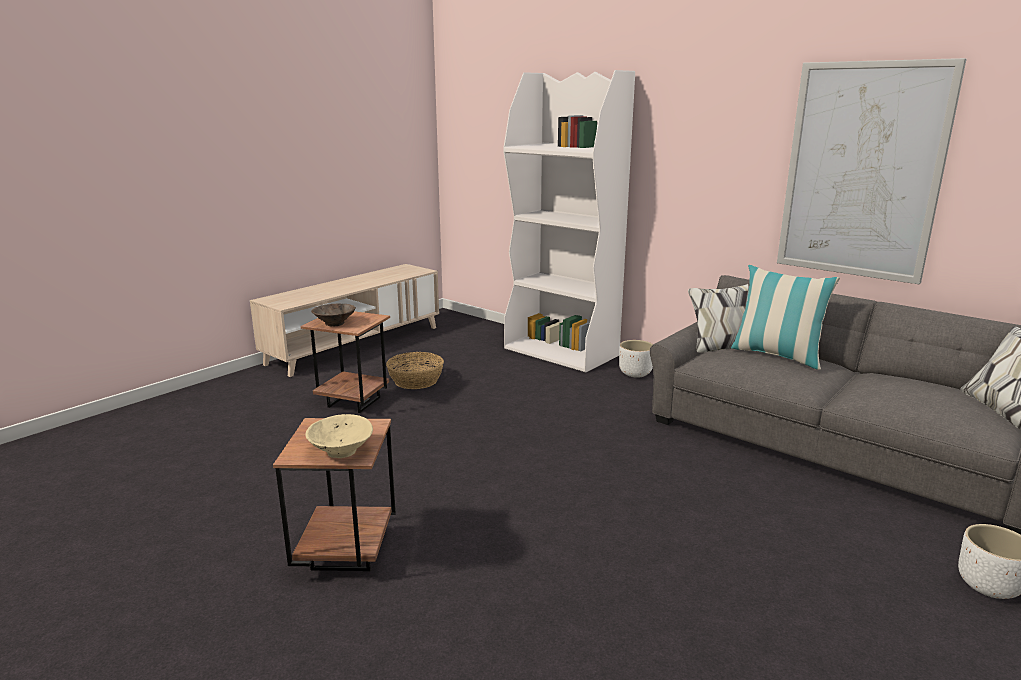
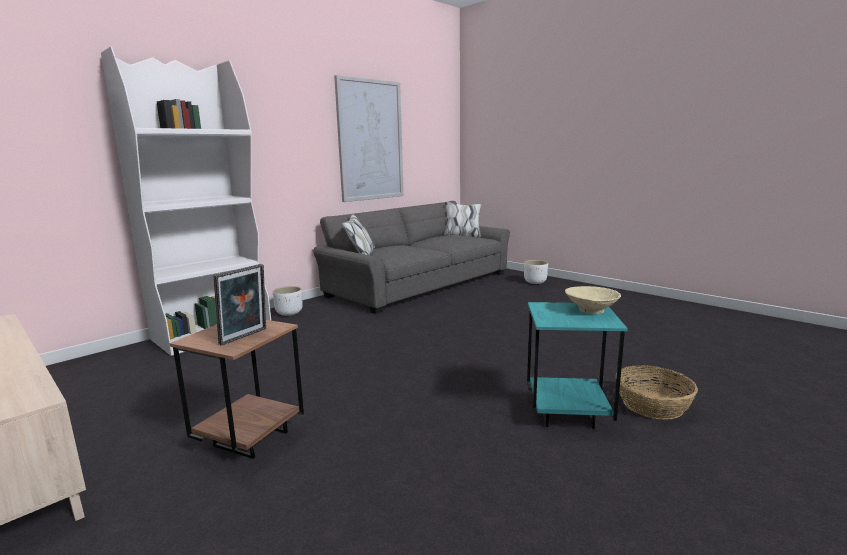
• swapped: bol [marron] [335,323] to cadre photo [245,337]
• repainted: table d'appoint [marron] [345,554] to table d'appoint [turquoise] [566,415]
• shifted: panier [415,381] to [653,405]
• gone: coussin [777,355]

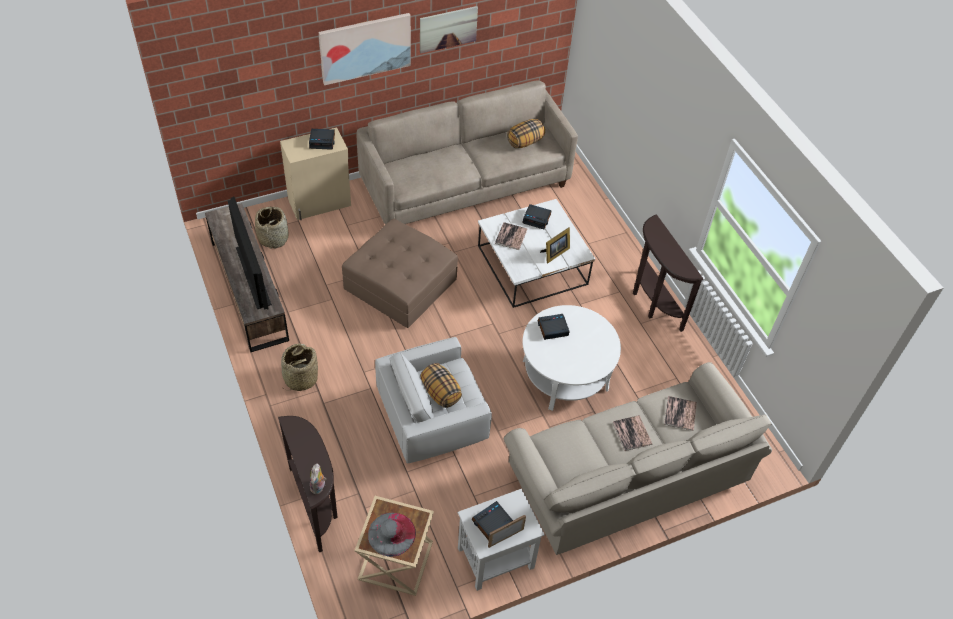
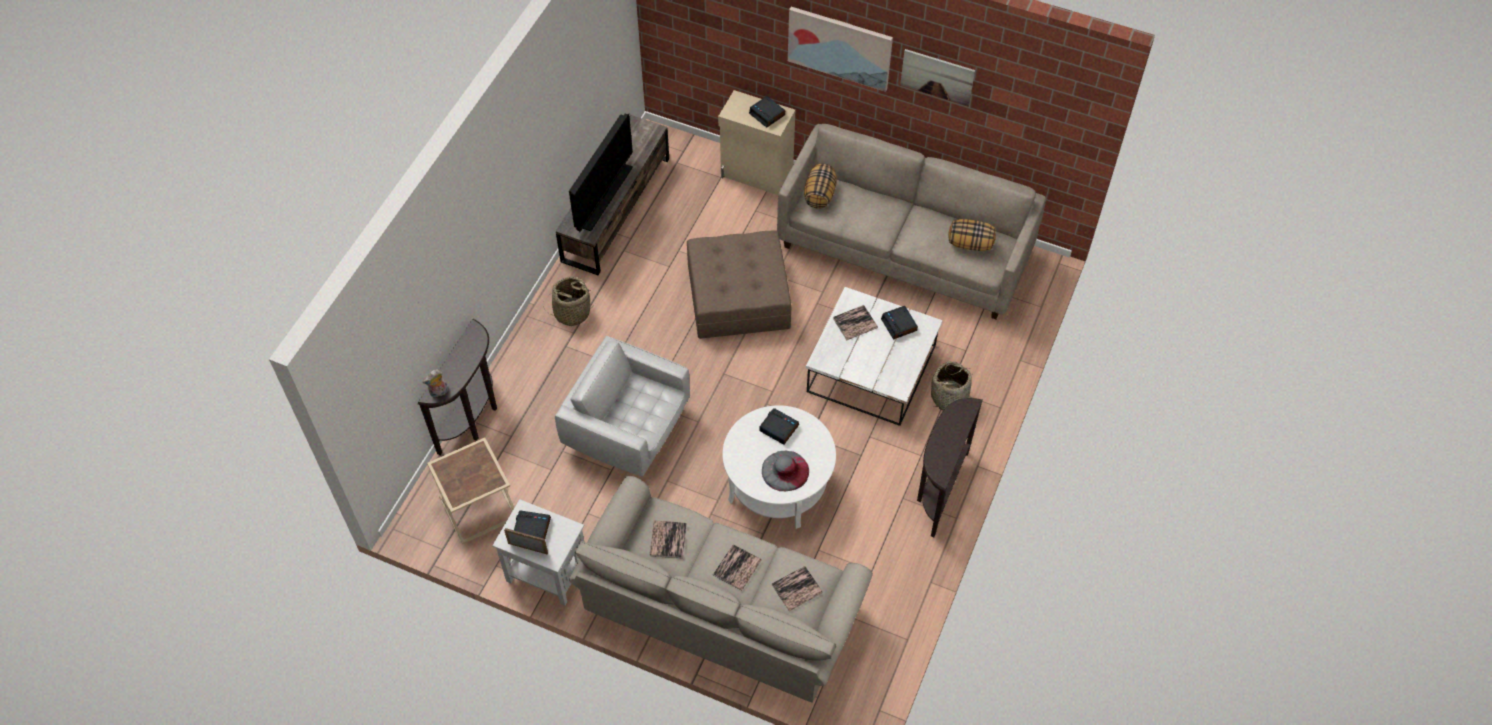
• new: livre [668,540]
• shifted: chapeau [gris] [391,534] to [785,471]
• shifted: coussin [440,393] to [819,195]
• shifted: panier [273,238] to [949,397]
• gone: cadre photo [554,253]

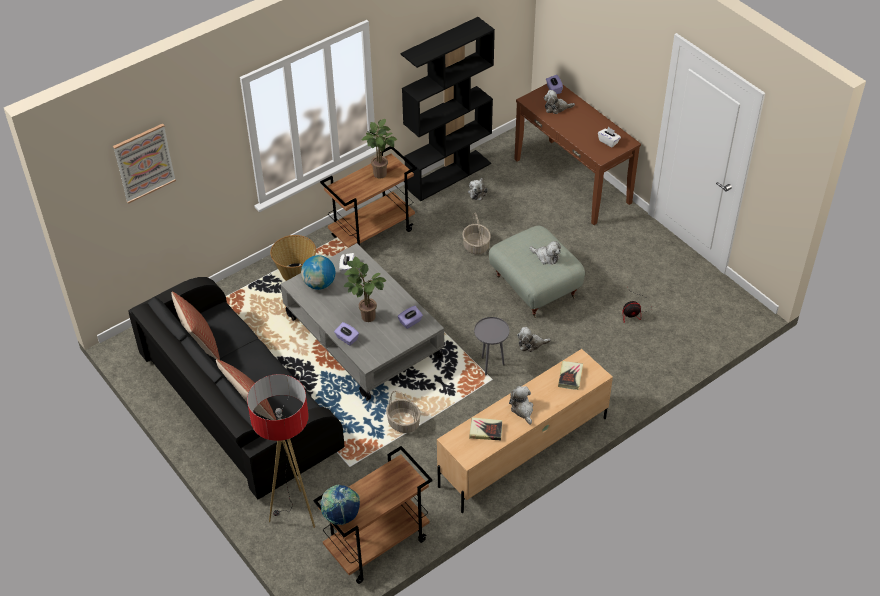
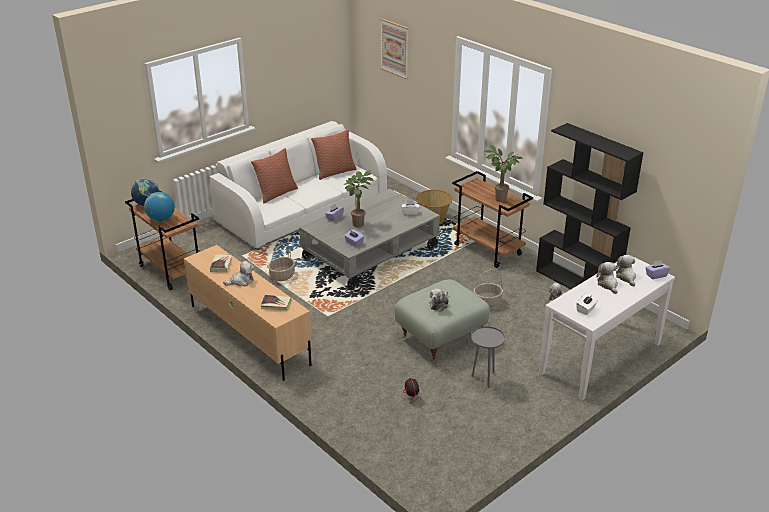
• shifted: globe [319,284] to [161,219]
• repainted: canapé [noir] [237,403] to canapé [blanc] [302,209]
• shifted: table d'appoint [gris] [490,366] to [484,378]
• repainted: table console [marron] [572,180] to table console [blanc] [601,358]
• shifted: peluche [531,344] to [608,284]
• gone: lampadaire [294,513]

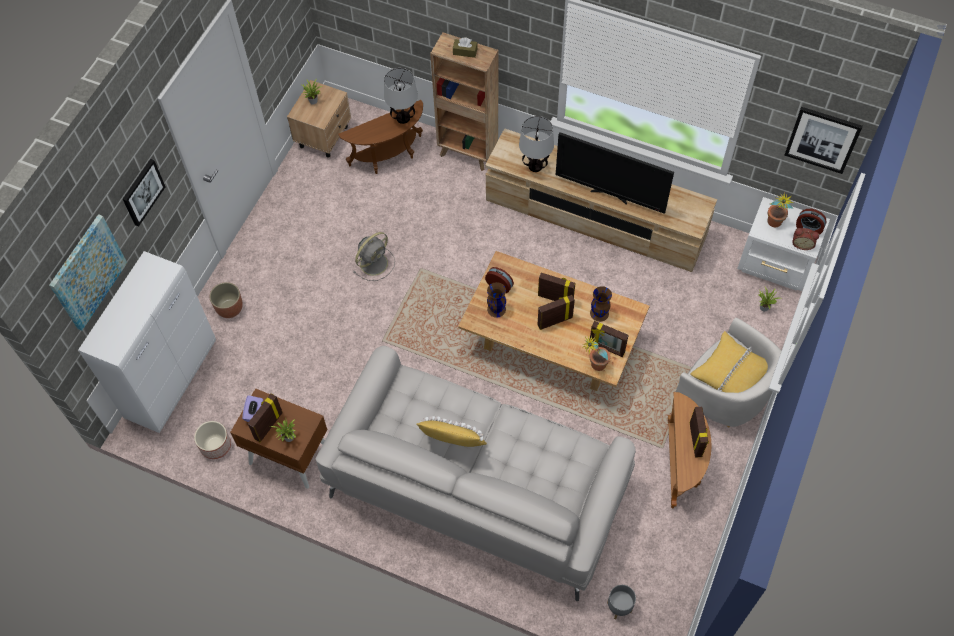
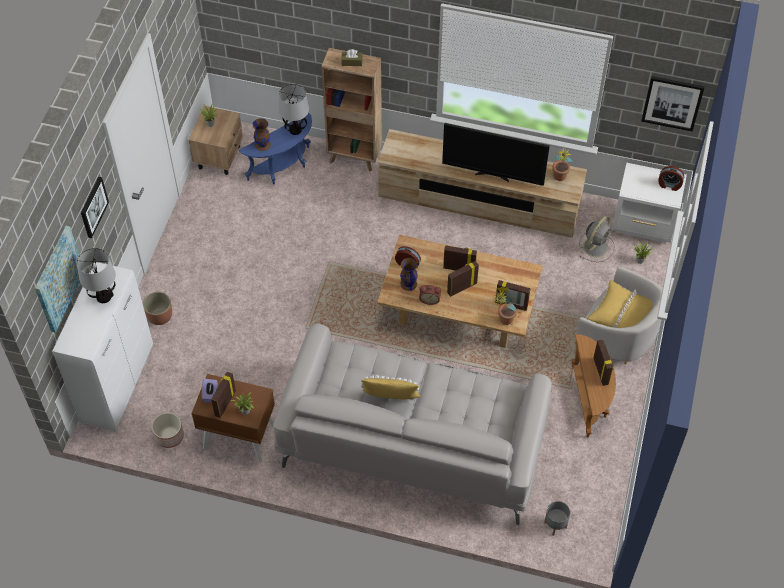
• shifted: lampe de table [535,166] to [103,297]
• repainted: table d'appoint [marron] [389,157] to table d'appoint [bleu] [283,168]
• shifted: vase [marron] [599,313] to [263,144]
• shifted: réveil [802,244] to [429,299]
• shifted: plante en pot [773,225] to [559,179]
• shifted: ventilateur [gris] [375,263] to [596,246]

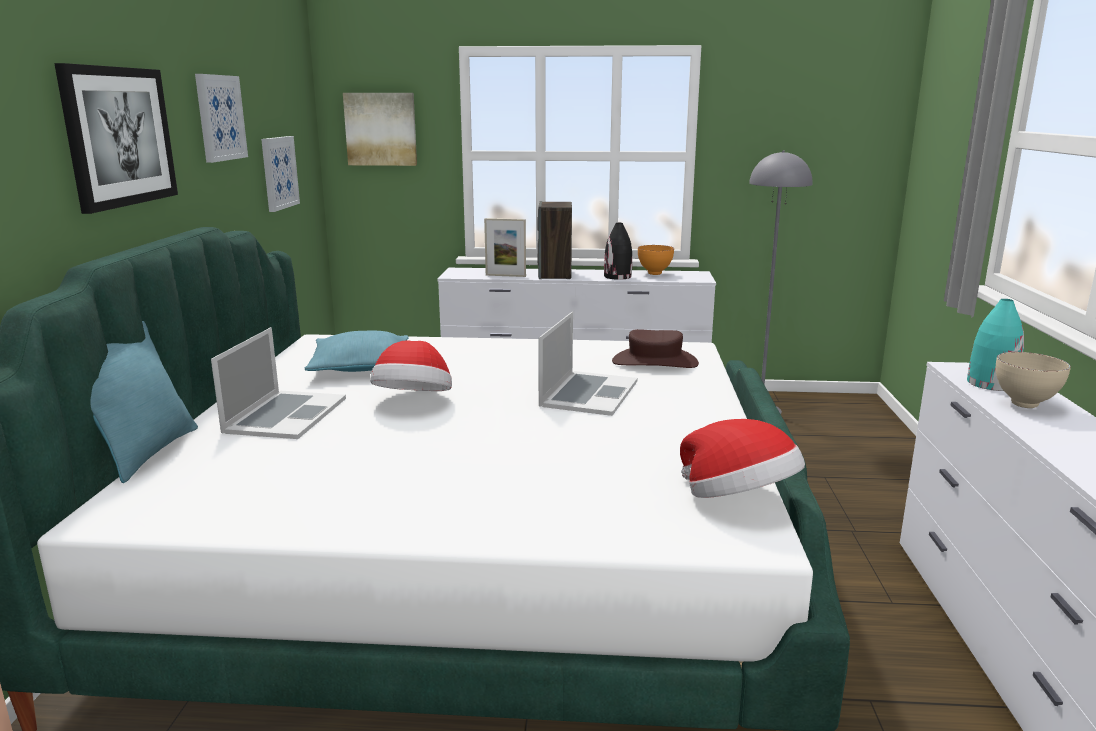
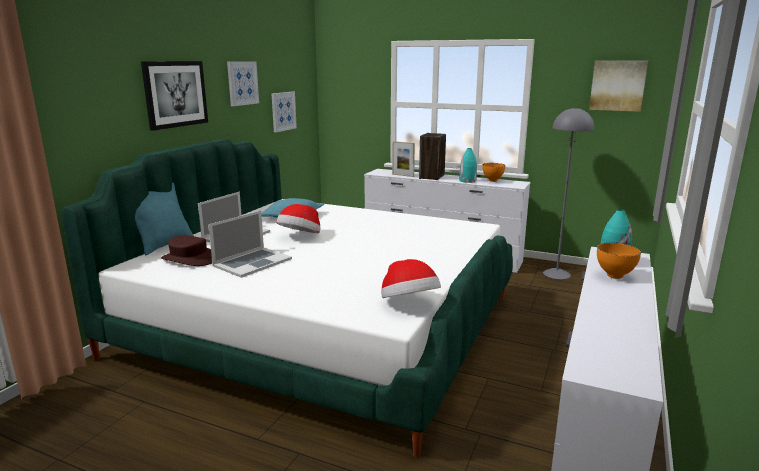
• shifted: chapeau [marron] [654,362] to [189,259]
• shifted: ordinateur portable [588,393] to [252,262]
• repainted: vase [noir] [617,276] to vase [turquoise] [467,180]
• shifted: tableau [381,129] to [617,85]
• repainted: bol [beige] [1026,405] to bol [orange] [615,276]

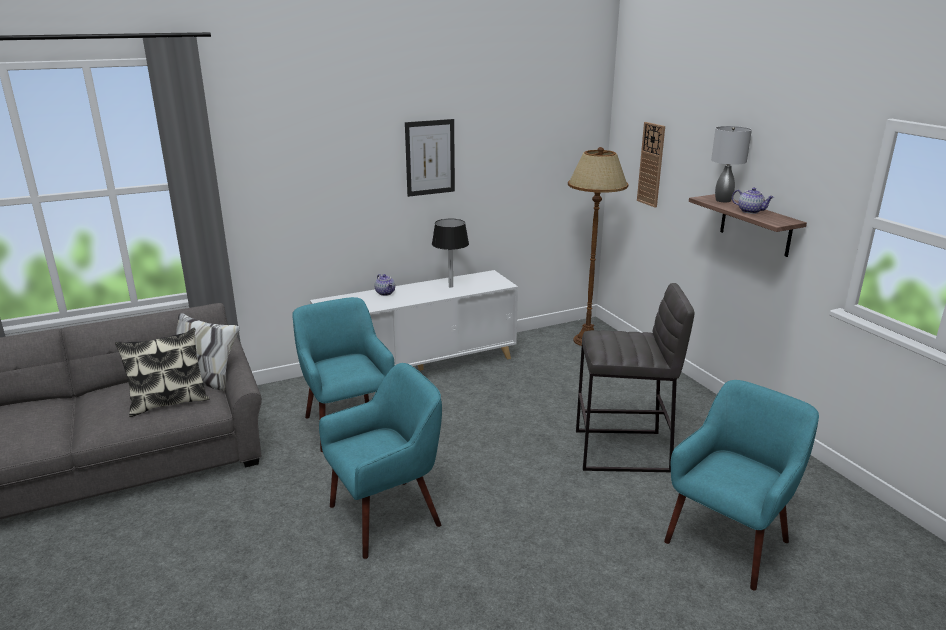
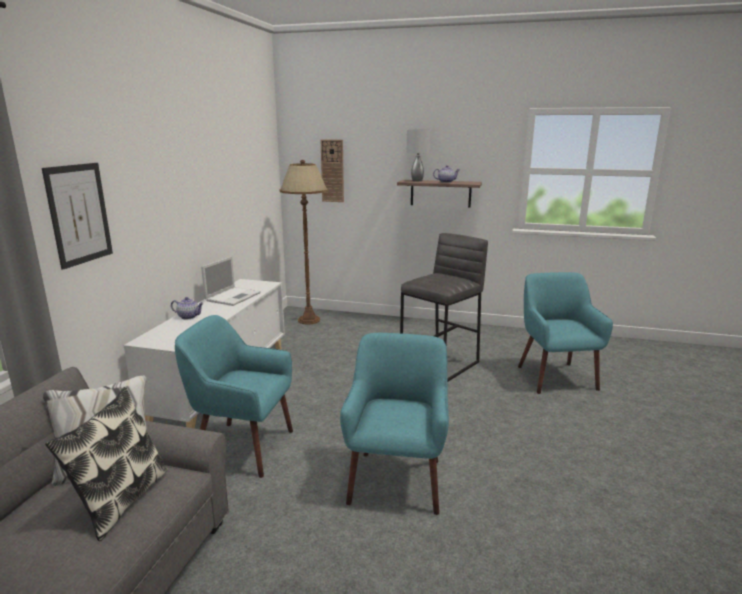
• shifted: tableau [430,157] to [79,214]
• swapped: lampe de table [noir] [451,286] to ordinateur portable [233,296]

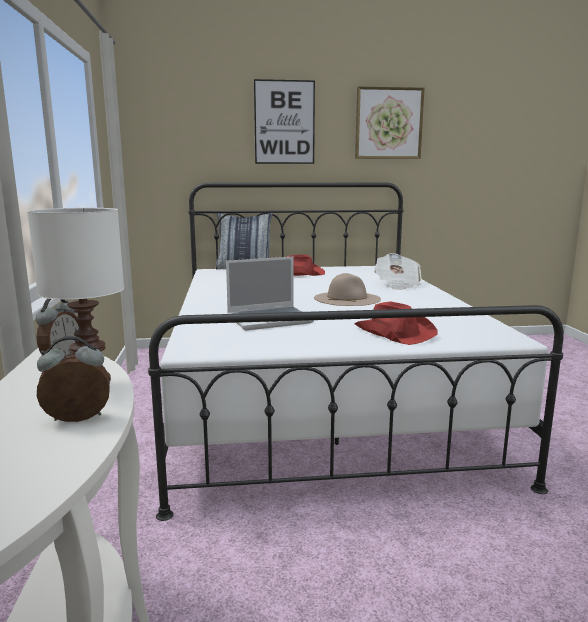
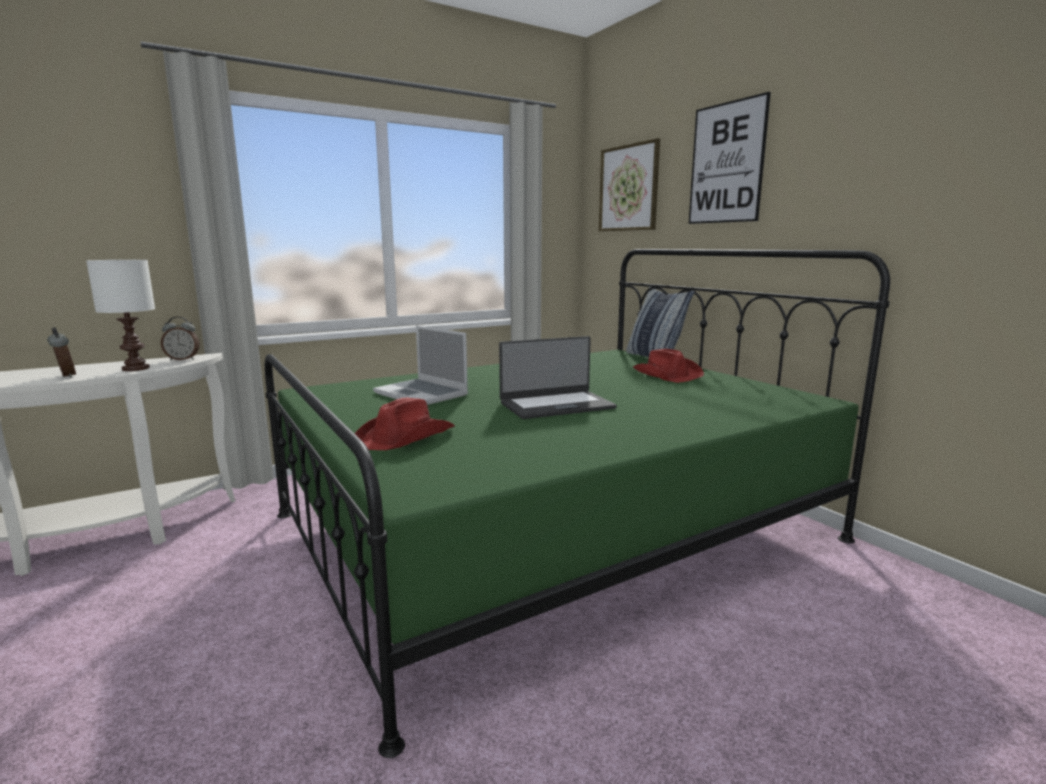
• repainted: lit [blanc] [318,398] to lit [vert] [552,526]
• swapped: chapeau [beige] [347,298] to ordinateur portable [556,405]
• shifted: tableau [388,123] to [629,188]
• gone: journal [397,285]

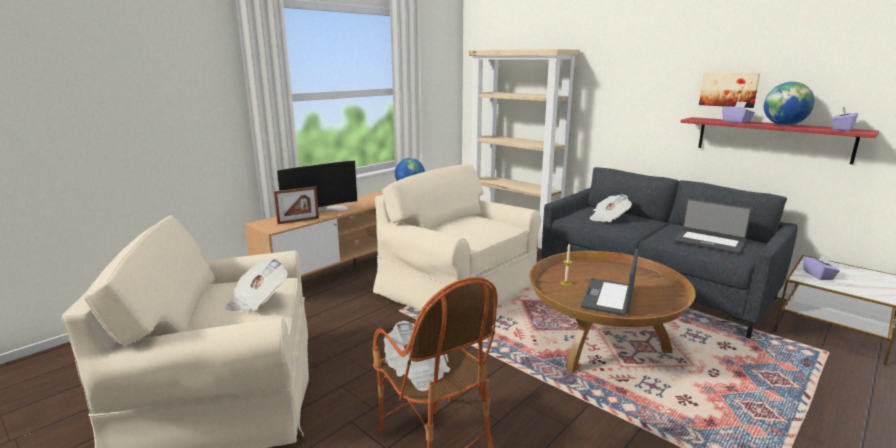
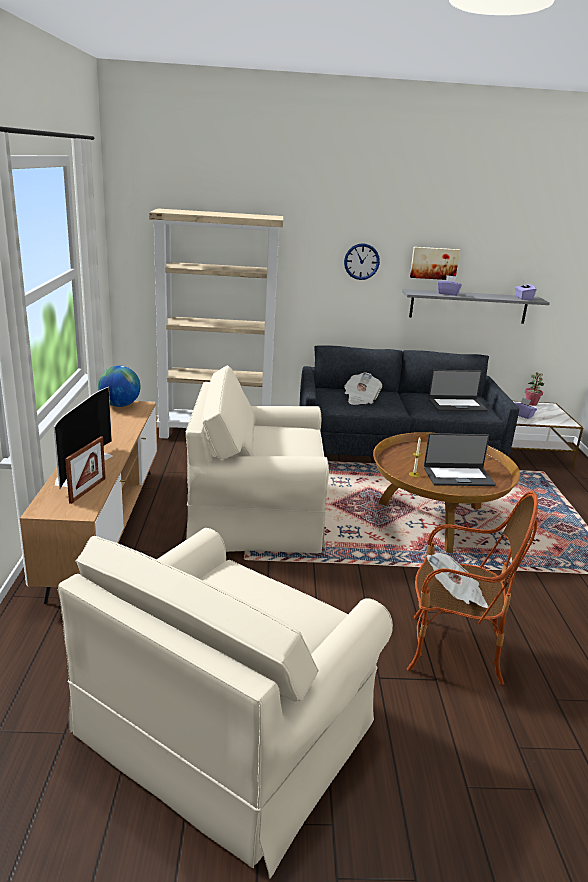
• new: horloge murale [361,261]
• repainted: étagère [rouge] [772,139] to étagère [gris] [468,306]
• rotated: ordinateur portable [609,297] = [458,476] 75 degrees counterclockwise
• new: plante en pot [531,404]
• gone: journal [257,300]
• gone: globe [784,125]

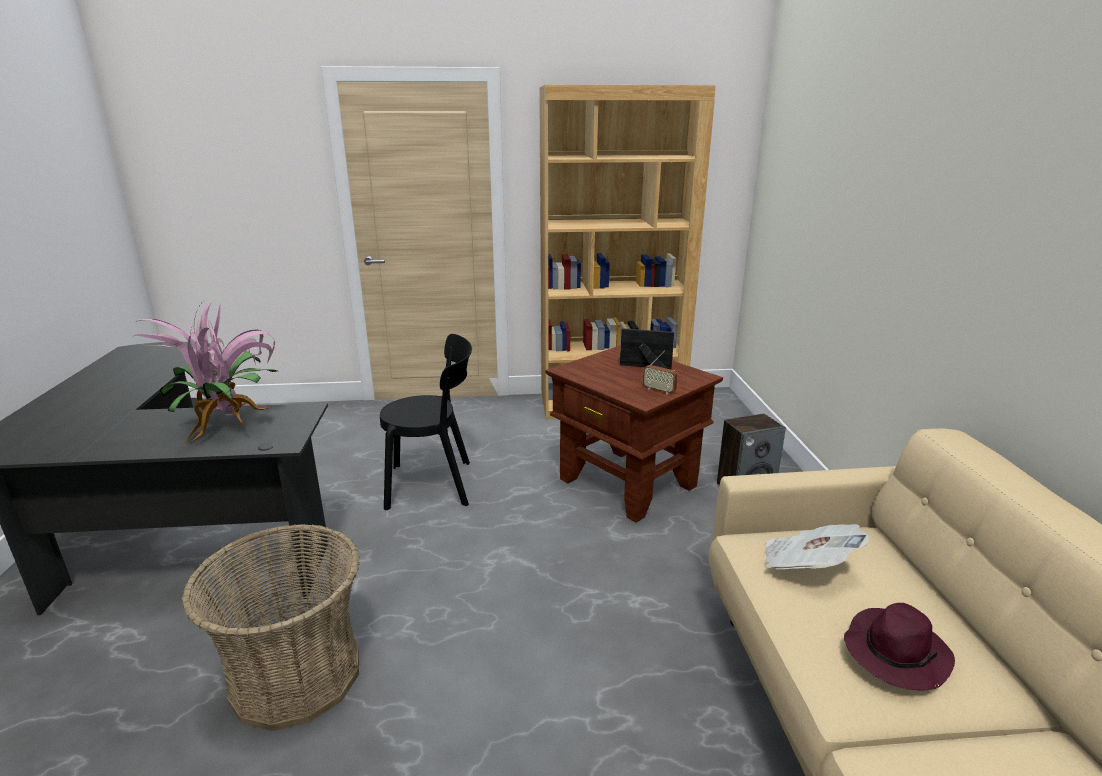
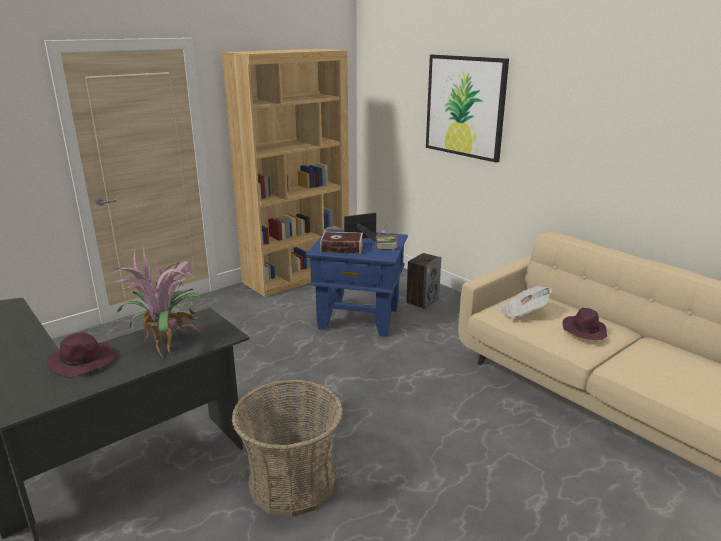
• new: chapeau [violet] [83,362]
• repainted: table d'appoint [marron] [627,483] to table d'appoint [bleu] [359,318]
• new: livre [342,248]
• new: tableau [465,106]
• gone: chaise [noir] [435,484]

